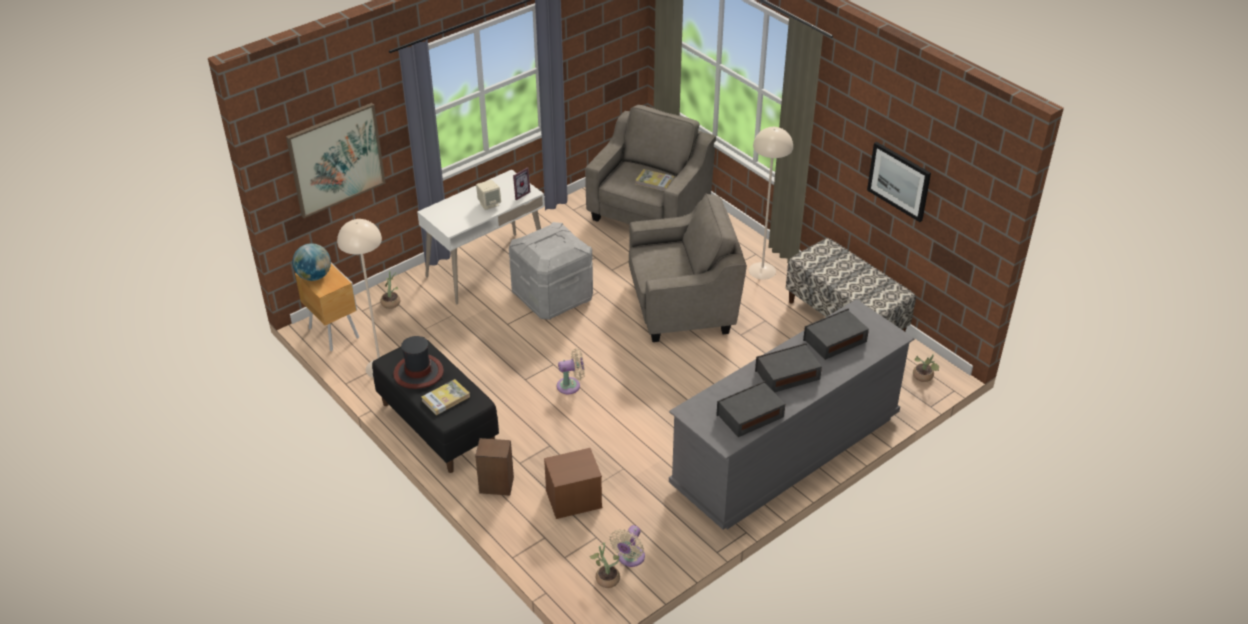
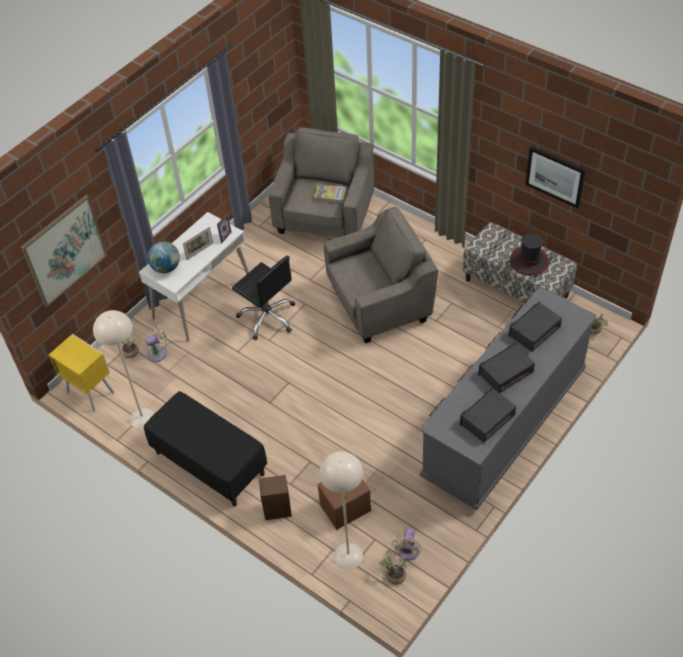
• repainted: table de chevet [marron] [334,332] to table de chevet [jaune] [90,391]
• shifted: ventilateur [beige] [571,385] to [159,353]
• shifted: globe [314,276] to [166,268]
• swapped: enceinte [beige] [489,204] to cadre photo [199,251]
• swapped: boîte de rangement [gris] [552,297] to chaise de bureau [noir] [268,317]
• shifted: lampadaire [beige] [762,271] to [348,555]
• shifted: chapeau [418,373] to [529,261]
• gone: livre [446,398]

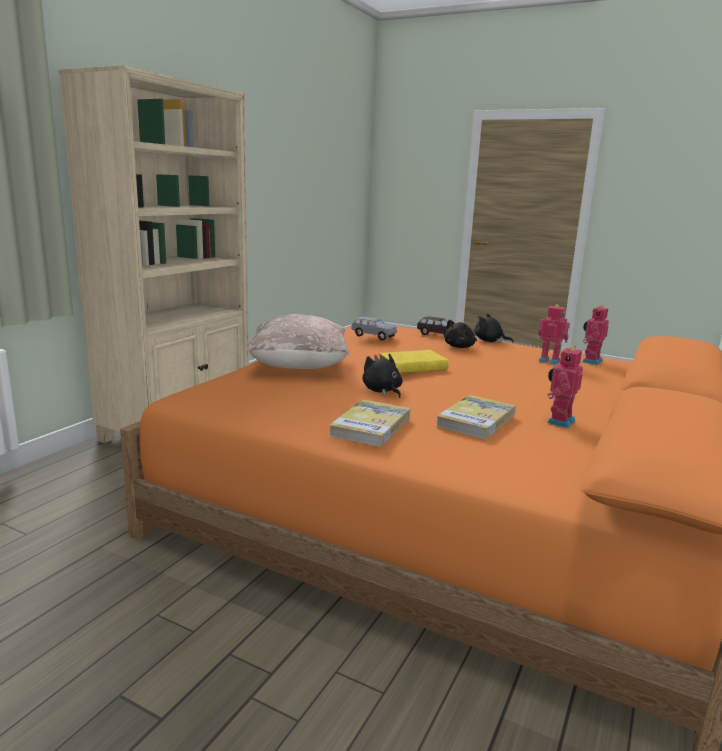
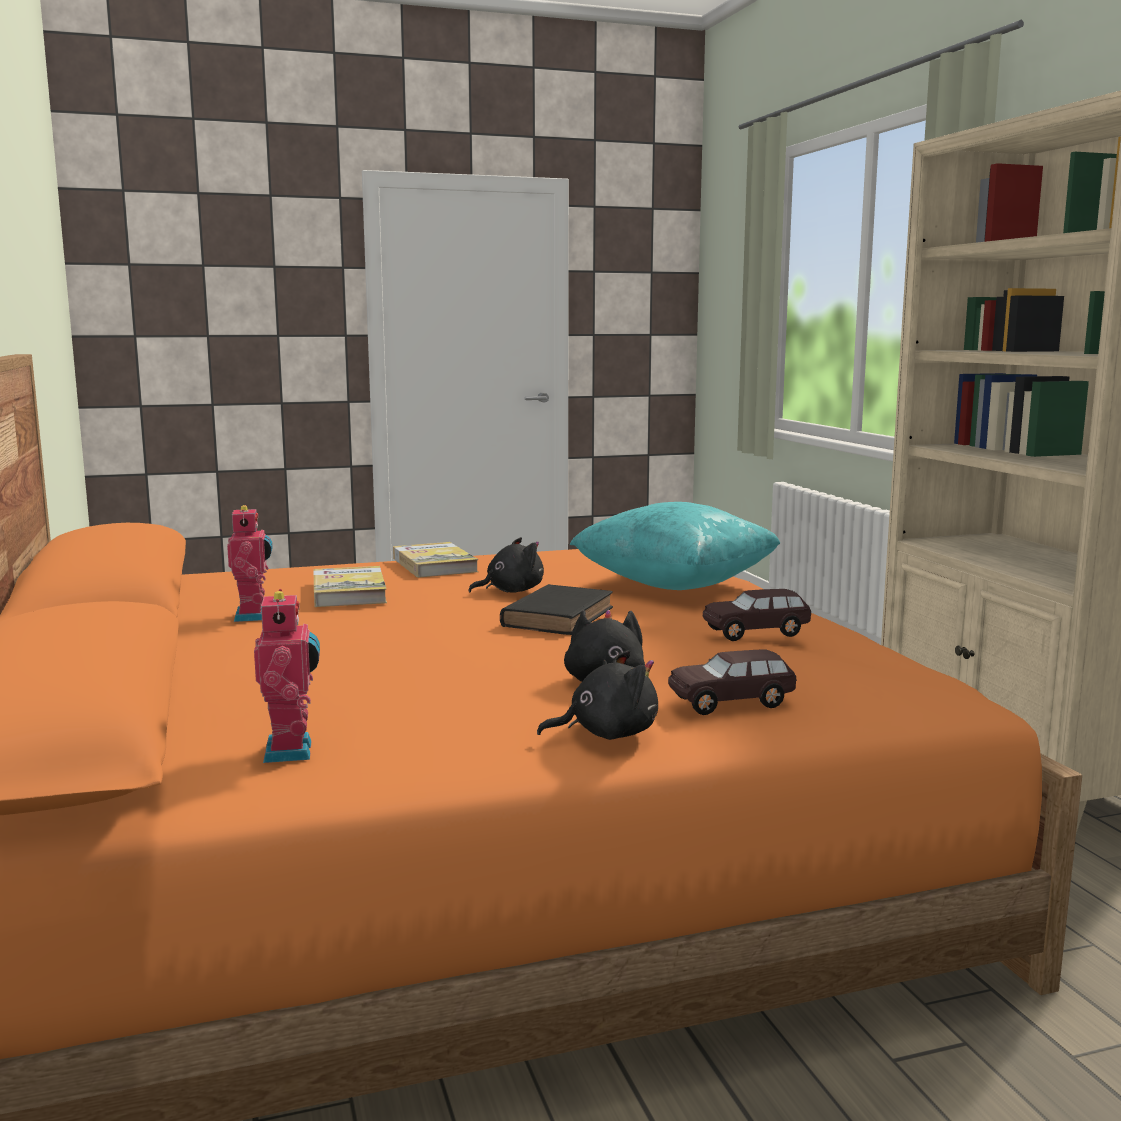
• rotated: peluche [noir] [382,391] = [511,591] 45 degrees counterclockwise
• repainted: livre [jaune] [410,366] to livre [noir] [559,616]
• repainted: coussin [beige] [299,367] to coussin [turquoise] [675,585]
• repainted: petite voiture [gris] [373,336] to petite voiture [marron] [755,632]
• gone: robot jouet [549,361]

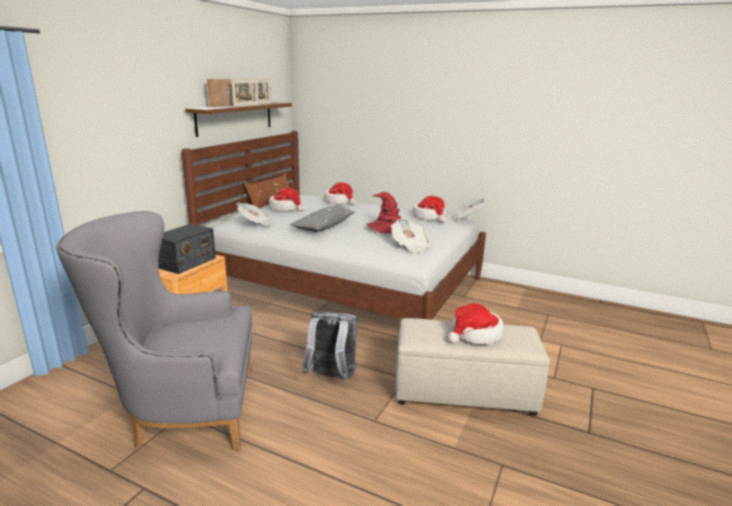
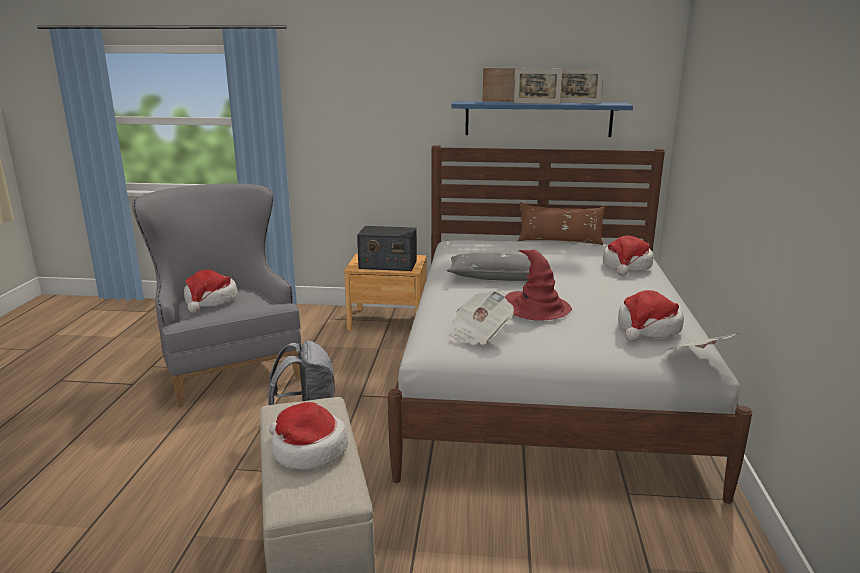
• shifted: chapeau [286,208] to [210,301]
• repainted: étagère [marron] [235,118] to étagère [bleu] [538,119]
• gone: journal [256,224]

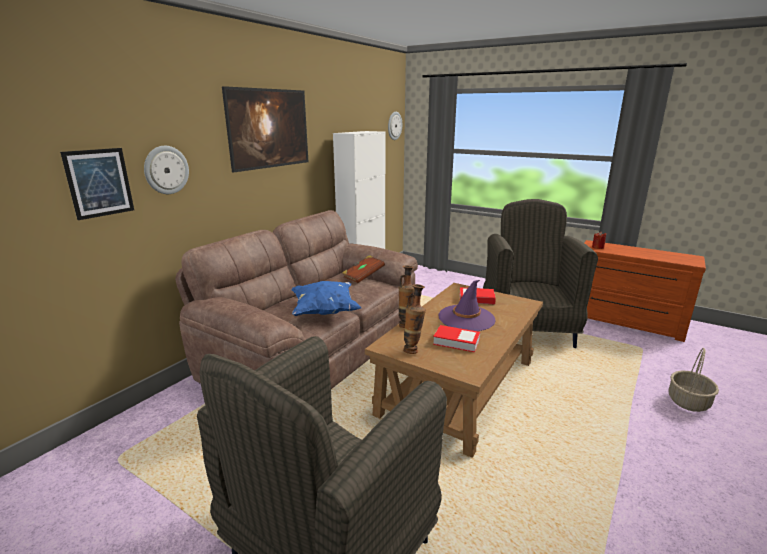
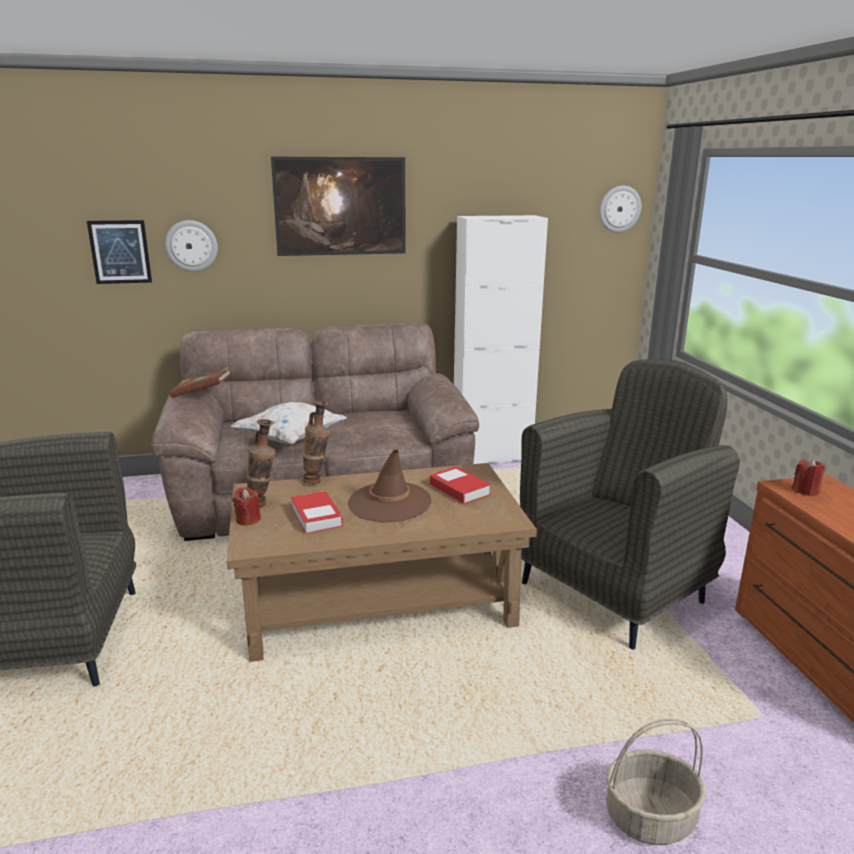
• shifted: livre [marron] [363,276] to [202,393]
• repainted: coussin [bleu] [324,311] to coussin [blanc] [291,440]
• new: bougie [rouge] [248,520]
• repainted: chapeau [violet] [466,318] to chapeau [marron] [389,502]

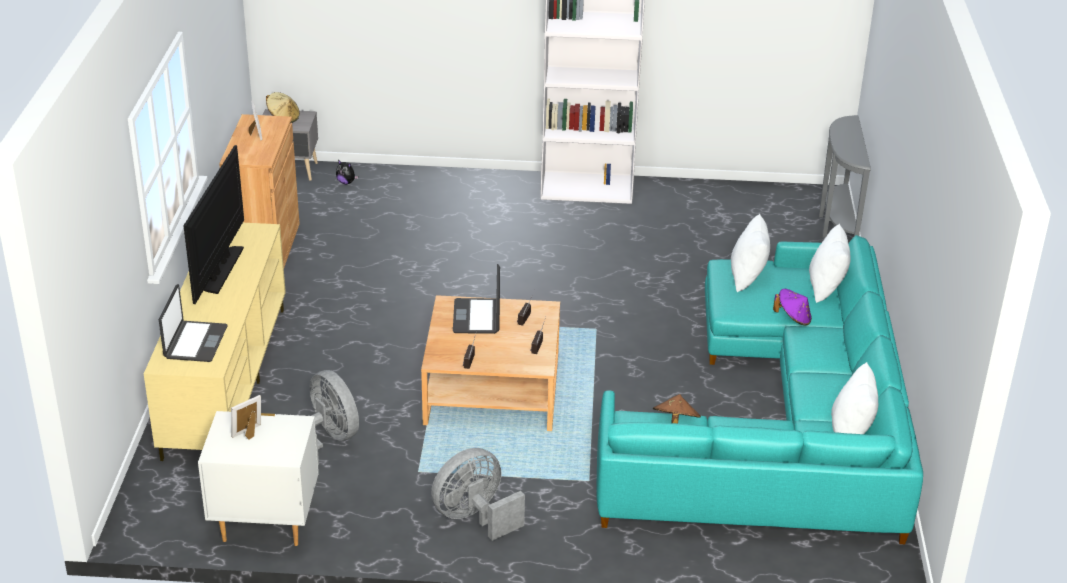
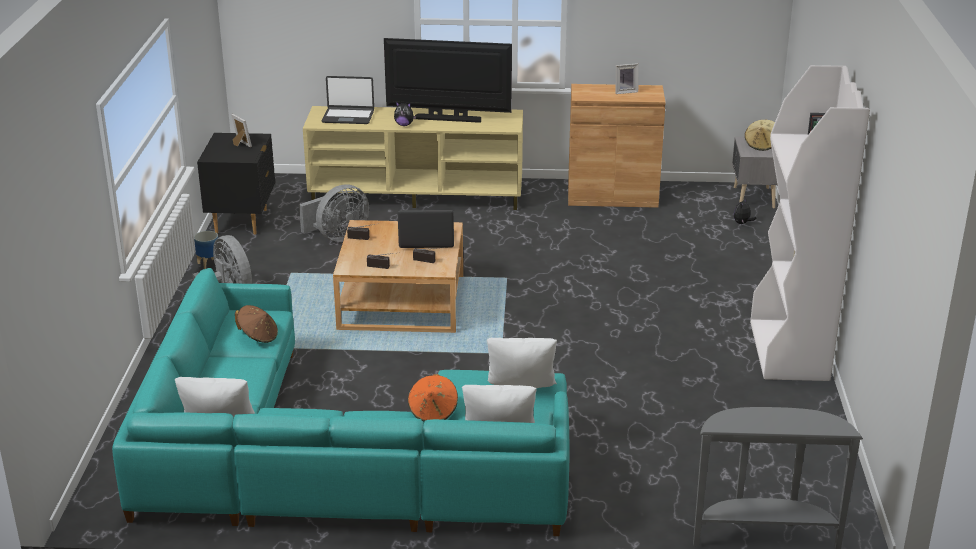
• new: cache-pot [208,264]
• repainted: table de chevet [blanc] [265,524] to table de chevet [noir] [242,221]
• new: peluche [404,125]
• repainted: chapeau [violet] [793,318] to chapeau [orange] [433,412]

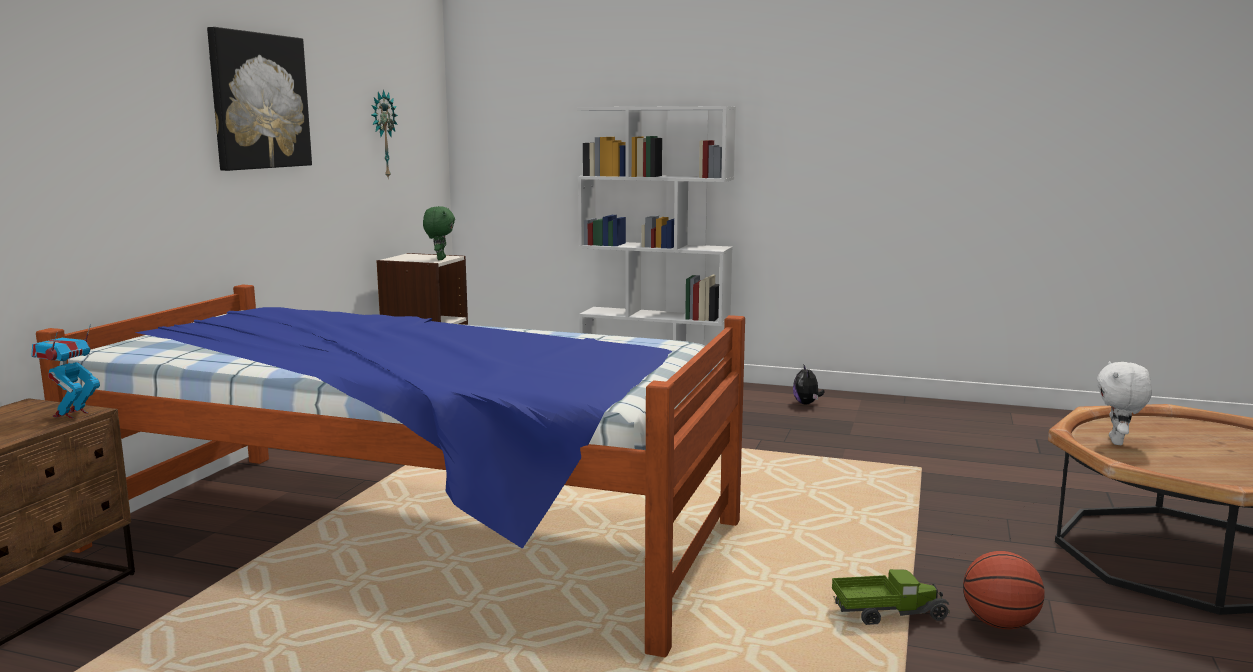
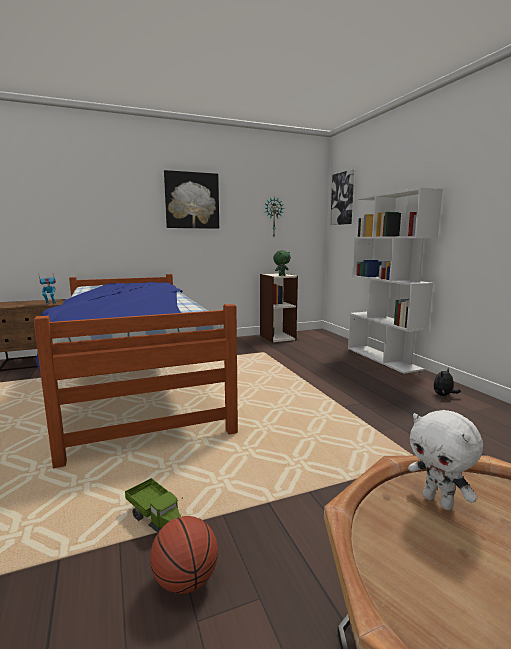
• new: tableau [343,198]
• rotated: peluche [blanc] [1118,442] = [438,501] 105 degrees counterclockwise

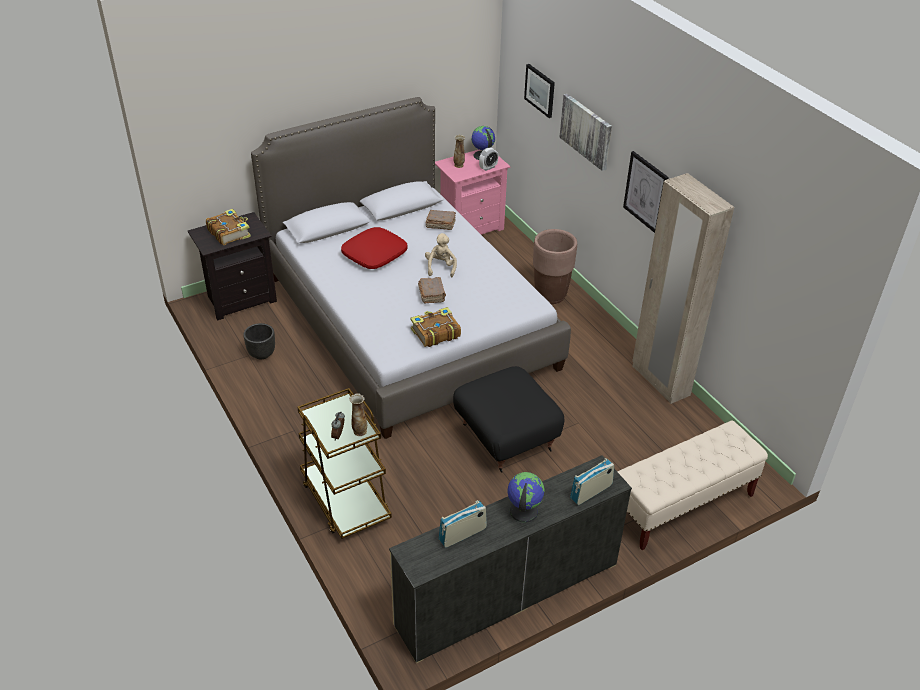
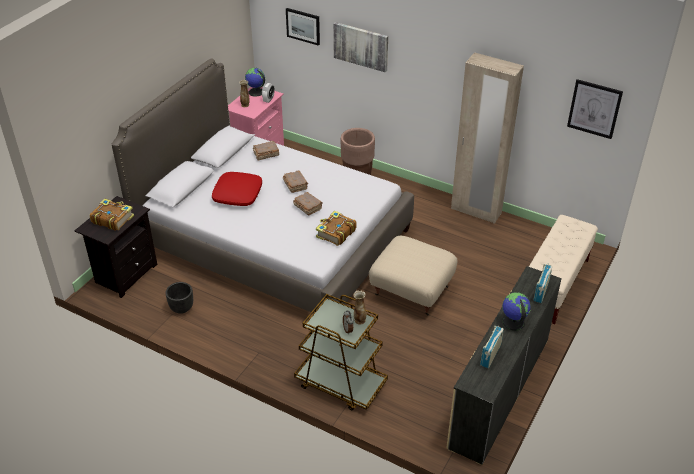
• swapped: peluche [beige] [440,267] to livre [marron] [295,185]
• repainted: pouf [noir] [506,438] to pouf [beige] [411,291]
• shifted: tableau [646,192] to [594,108]

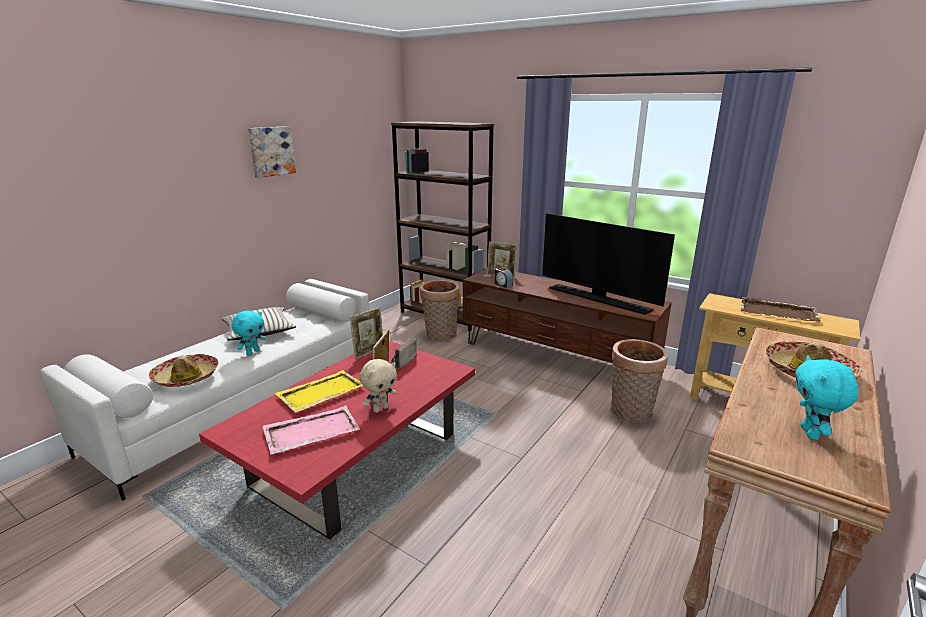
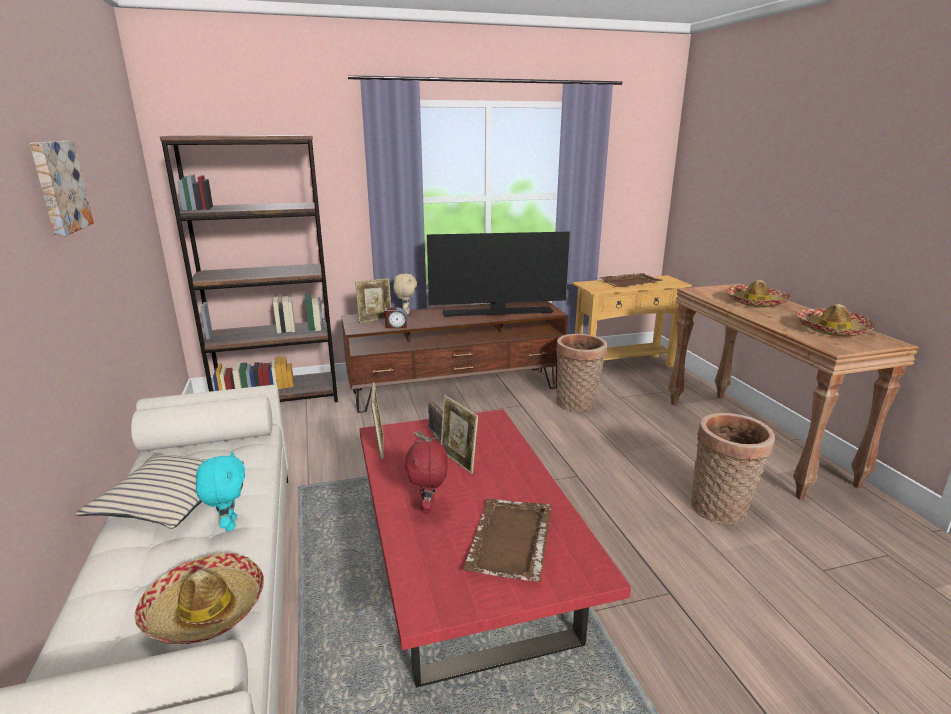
• shifted: peluche [beige] [380,408] to [406,313]
• swapped: plateau [jaune] [320,393] to peluche [rouge] [429,507]
• repainted: plateau [rose] [310,432] to plateau [marron] [510,541]
• shifted: panier [440,336] to [721,510]
• swapped: peluche [turquoise] [811,433] to chapeau [832,330]

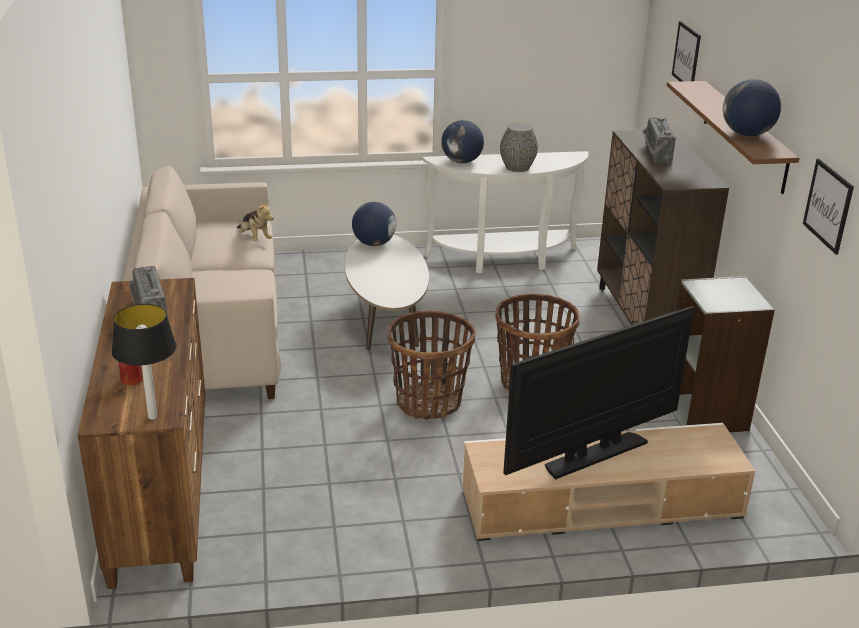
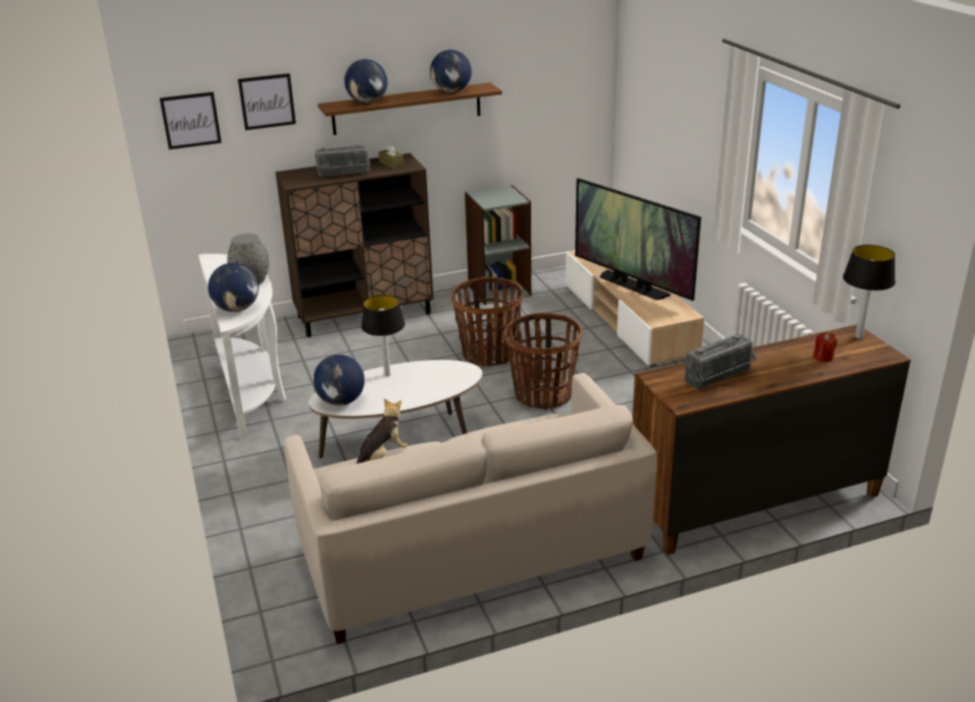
• shifted: tableau [828,205] to [191,120]
• new: globe [368,102]
• new: lampe de table [387,374]
• new: boîte à mouchoirs [marron] [391,163]

